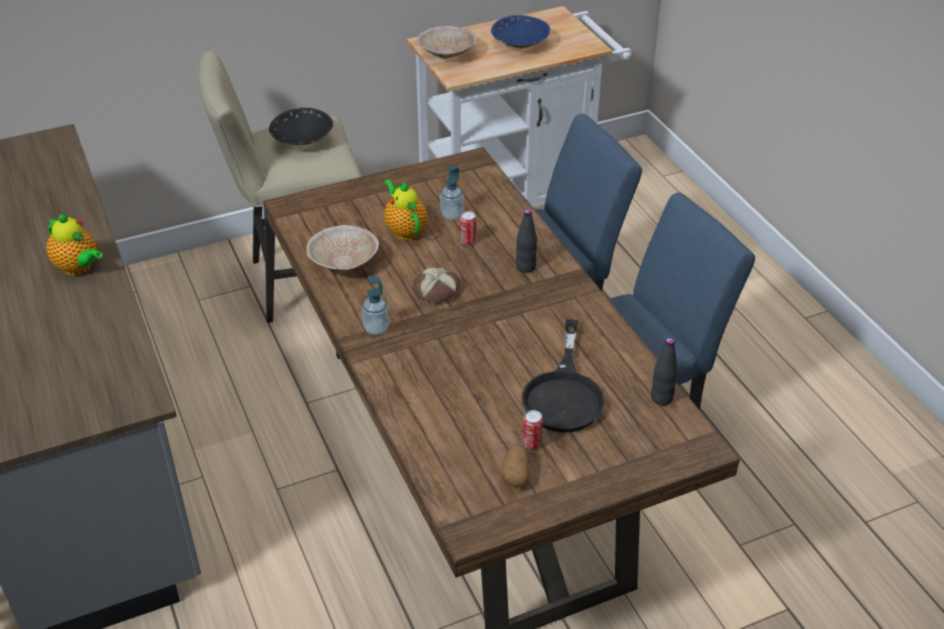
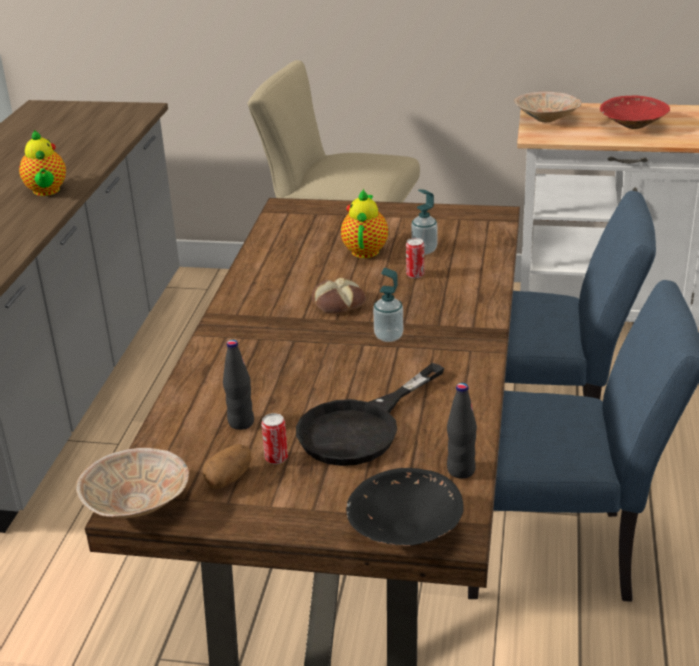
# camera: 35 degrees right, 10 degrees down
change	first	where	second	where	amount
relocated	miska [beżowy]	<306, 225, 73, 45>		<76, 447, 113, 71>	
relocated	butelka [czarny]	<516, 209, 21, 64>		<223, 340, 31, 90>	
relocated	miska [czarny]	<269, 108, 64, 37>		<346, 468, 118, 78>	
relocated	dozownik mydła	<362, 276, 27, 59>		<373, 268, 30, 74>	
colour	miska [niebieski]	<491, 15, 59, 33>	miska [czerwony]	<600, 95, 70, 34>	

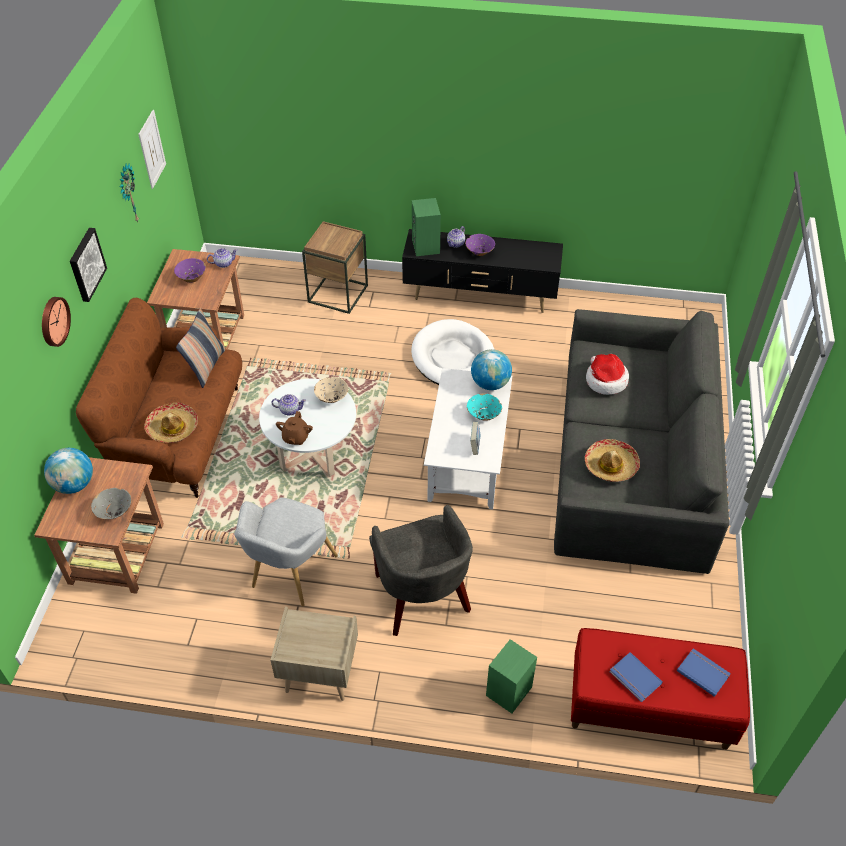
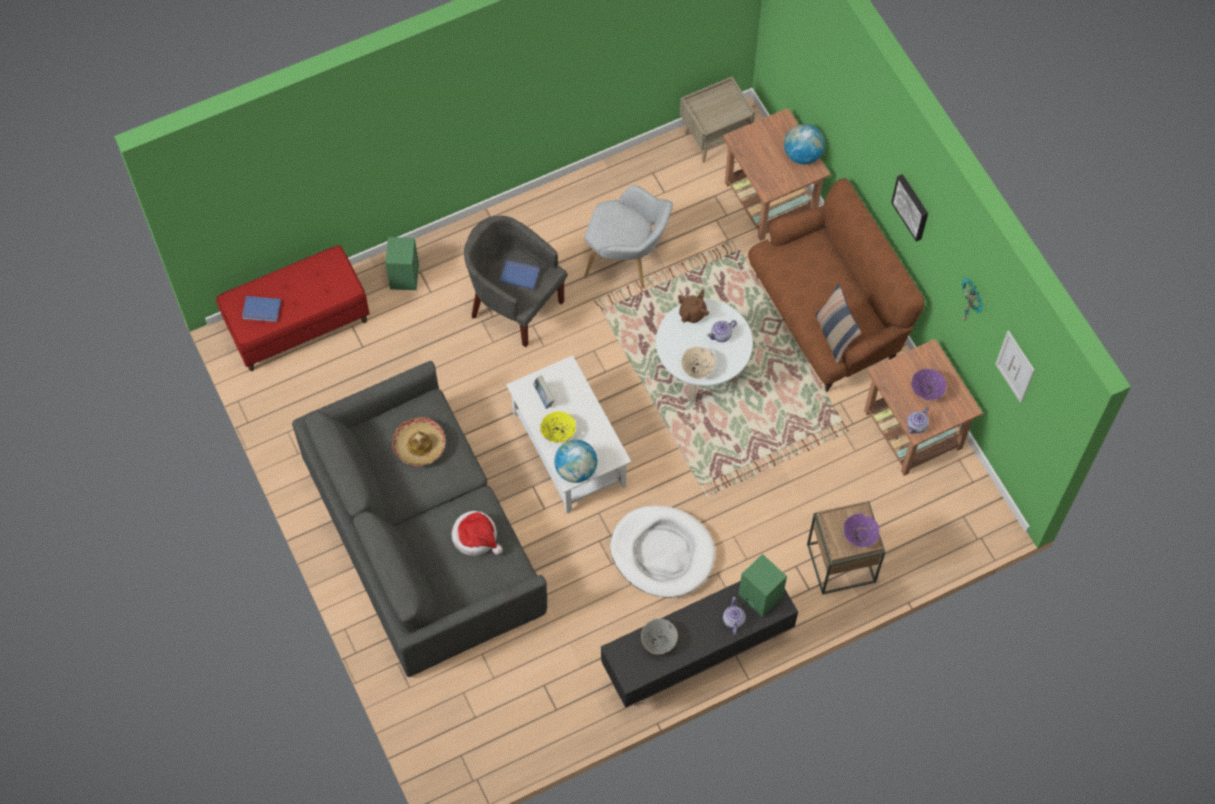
# camera: 145 degrees right, 15 degrees up
change	first	where	second	where	amount
relocated	książka [niebieski]	<609, 652, 54, 50>		<500, 260, 40, 30>	
colour	miska [turkusowy]	<467, 393, 35, 28>	miska [żółty]	<540, 411, 36, 32>	
spun	fotel [szary]	<234, 497, 104, 109>		<584, 185, 89, 103>	120 degrees clockwise
relocated	miska [szary]	<91, 488, 41, 31>		<641, 618, 37, 36>	
spun	imbryk [brązowy]	<276, 411, 37, 34>		<678, 289, 31, 34>	60 degrees clockwise
relocated	szafka nocna [beżowy]	<271, 607, 87, 94>		<680, 76, 75, 87>	
relocated	miska [fioletowy]	<465, 234, 30, 22>		<843, 513, 37, 34>	
missing	zegar ścienny	<42, 297, 29, 50>			
missing	kapelusz	<144, 403, 54, 40>			

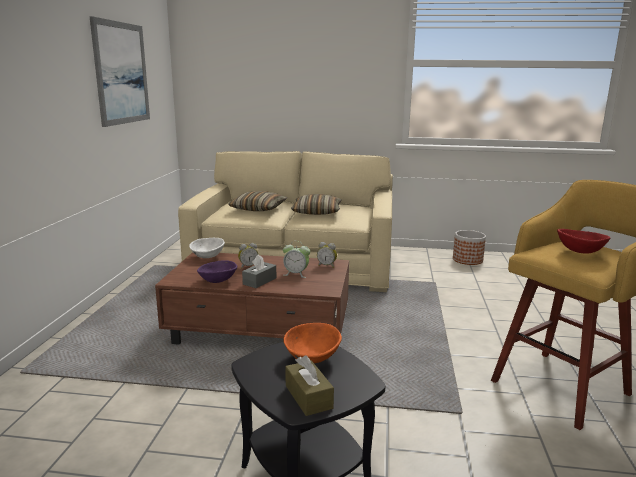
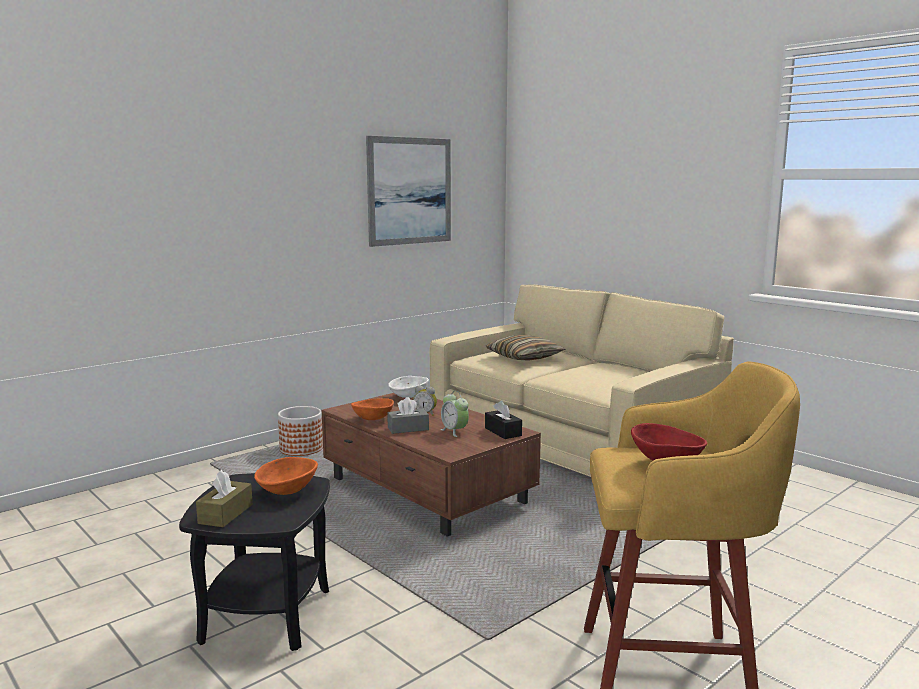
# camera: 40 degrees right, 5 degrees down
change	first	where	second	where	amount
relocated	donica	<453, 230, 33, 35>		<278, 406, 45, 50>	
colour	miska [fioletowy]	<197, 261, 40, 22>	miska [pomarańczowy]	<351, 398, 43, 22>	
exchanged	budzik	<317, 242, 20, 26>	pudełko chusteczek [czarny]	<485, 401, 37, 38>	
missing	poduszka	<291, 194, 51, 21>			

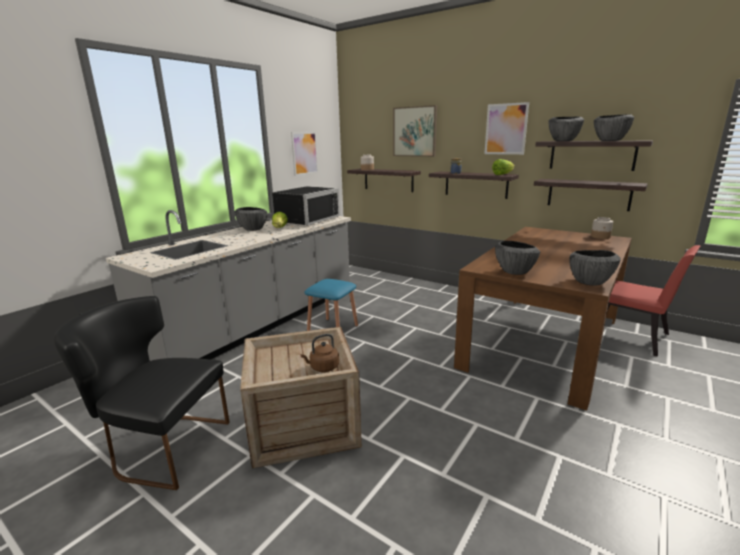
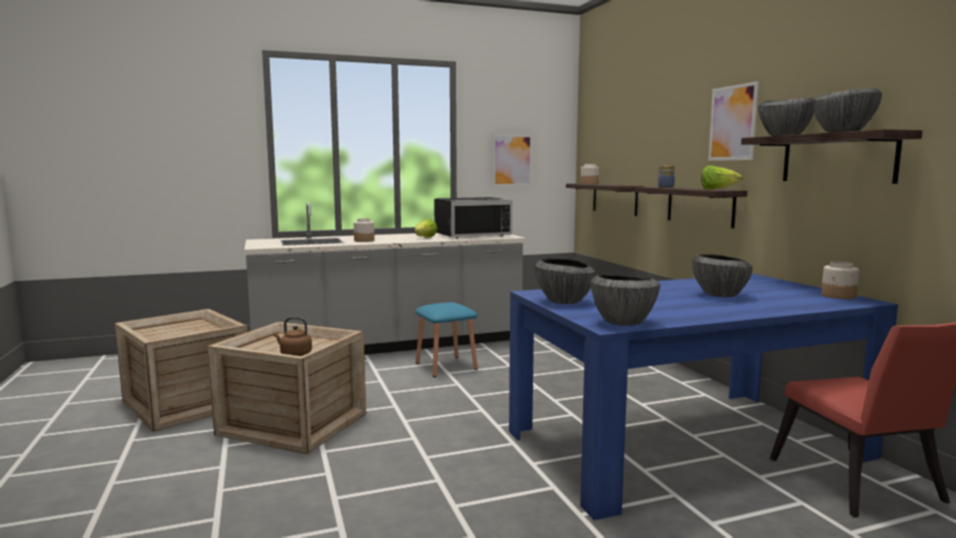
# camera: 35 degrees right, 10 degrees down
change	first	where	second	where	amount
exchanged	krzesło [czarny]	<54, 296, 176, 194>	skrzynka	<115, 309, 133, 123>	
appeared			słoik	<354, 218, 21, 24>	
colour	stół jadalny [brązowy]	<454, 227, 178, 183>	stół jadalny [niebieski]	<509, 274, 389, 246>	
relocated	miska	<235, 207, 32, 24>		<692, 254, 61, 43>	
missing	obraz	<393, 105, 44, 52>			
missing	półka	<534, 179, 114, 32>			

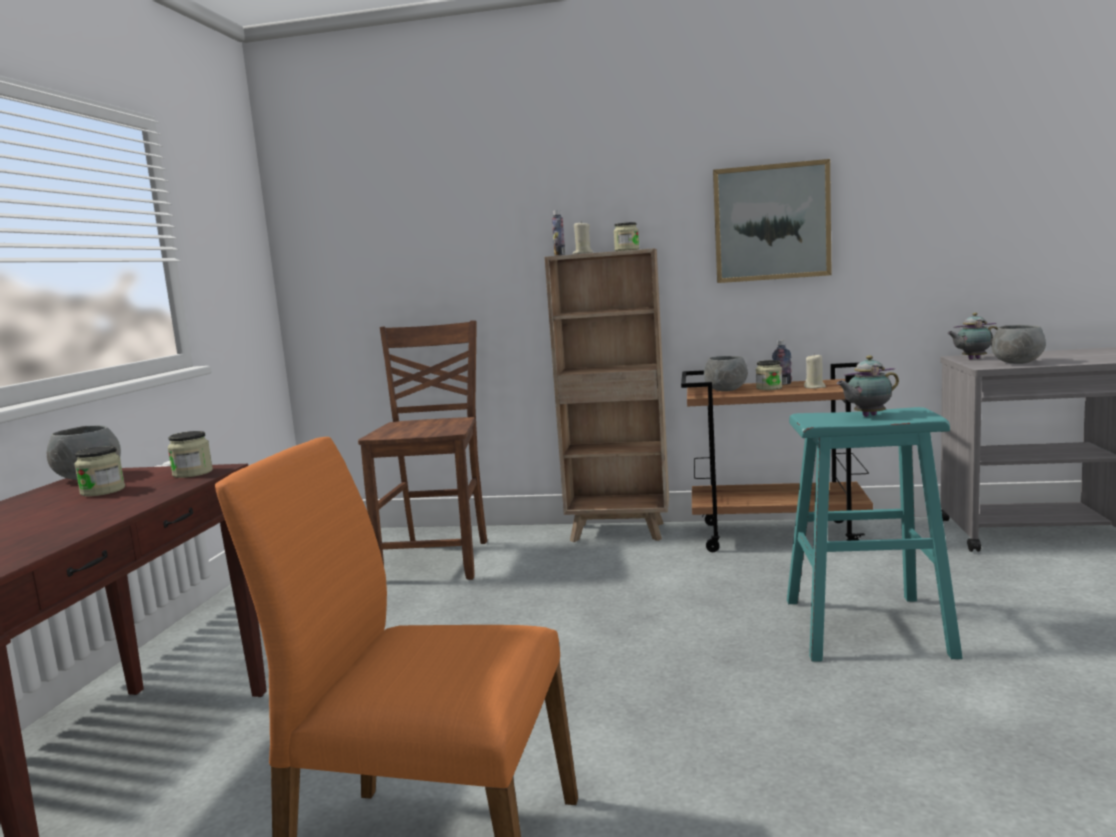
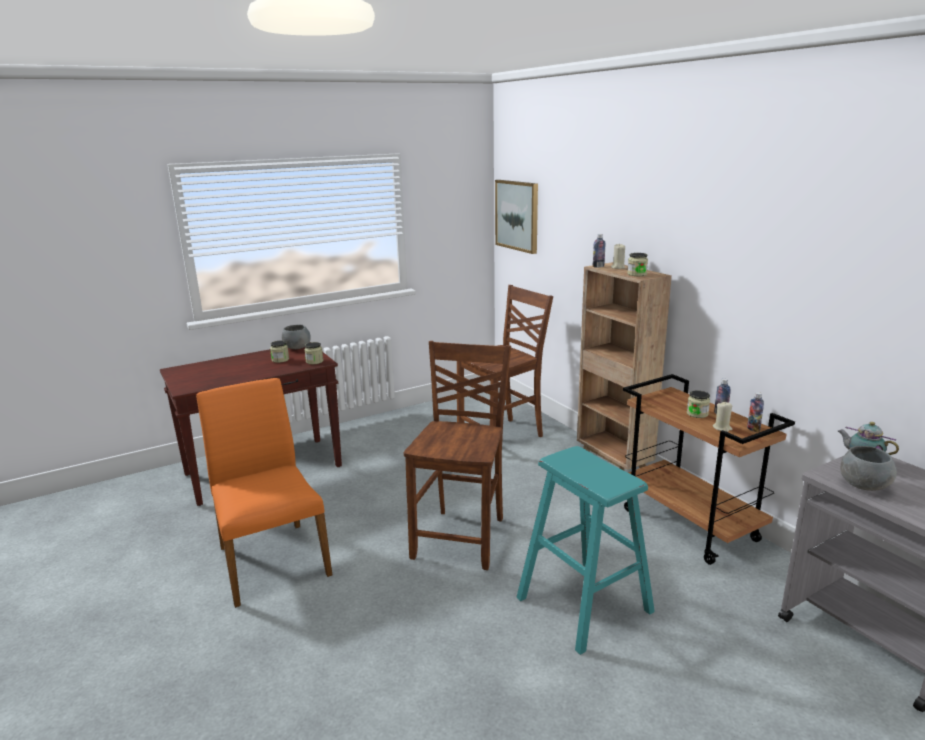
# camera: 50 degrees right, 10 degrees up
change	first	where	second	where	amount
appeared			krzesło [brązowy]	<404, 341, 107, 229>	
relocated	obraz	<713, 159, 119, 124>		<495, 180, 43, 74>	
appeared			butelka	<747, 392, 17, 40>	
missing	miska [szary]	<704, 356, 44, 35>			
missing	imbryk	<836, 355, 63, 62>			

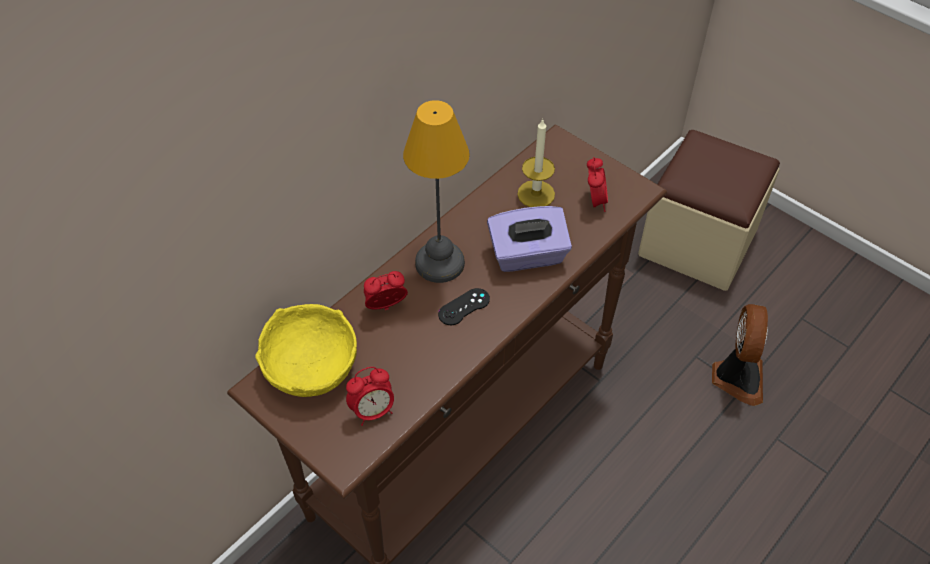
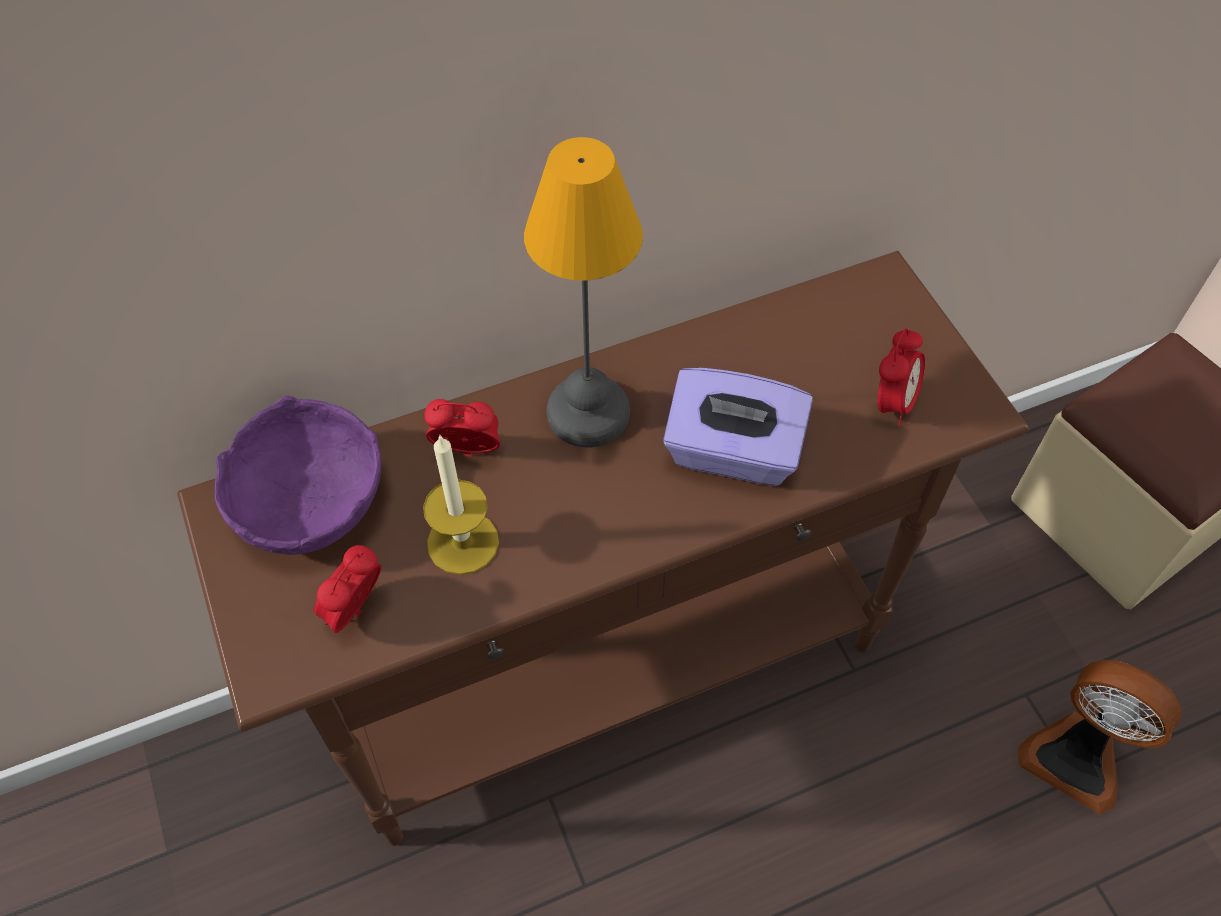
# camera: 25 degrees right, 5 degrees up
change	first	where	second	where	amount
colour	miska [żółty]	<255, 304, 102, 93>	miska [fioletowy]	<215, 396, 166, 159>	
spun	budzik	<346, 367, 48, 59>		<314, 545, 67, 88>	120 degrees clockwise
relocated	świeca	<517, 119, 38, 88>		<423, 436, 76, 139>	
spun	wentylator	<712, 304, 56, 102>		<1017, 660, 165, 154>	90 degrees clockwise
missing	pad do gier [czarny]	<438, 288, 52, 37>			

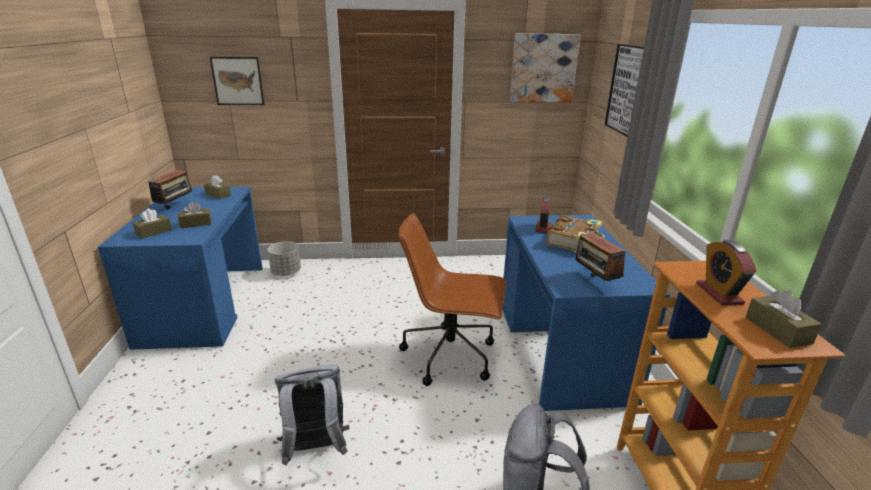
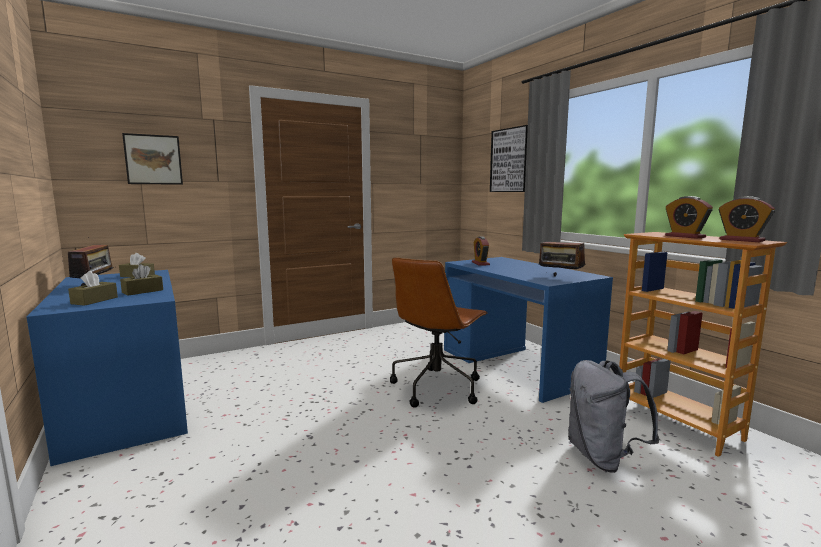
# camera: 25 degrees left, 15 degrees down
change	first	where	second	where	amount
spun	krzesło biurowe [brązowy]	<398, 213, 108, 173>		<390, 257, 98, 151>	45 degrees counterclockwise
exchanged	pudełko chusteczek [brązowy]	<746, 290, 76, 58>	budzik	<719, 196, 56, 46>	
missing	donica [szary]	<267, 241, 34, 35>			
missing	plecak [szary]	<275, 365, 74, 101>			
missing	obraz	<510, 33, 71, 69>			
missing	książka	<546, 215, 59, 38>			

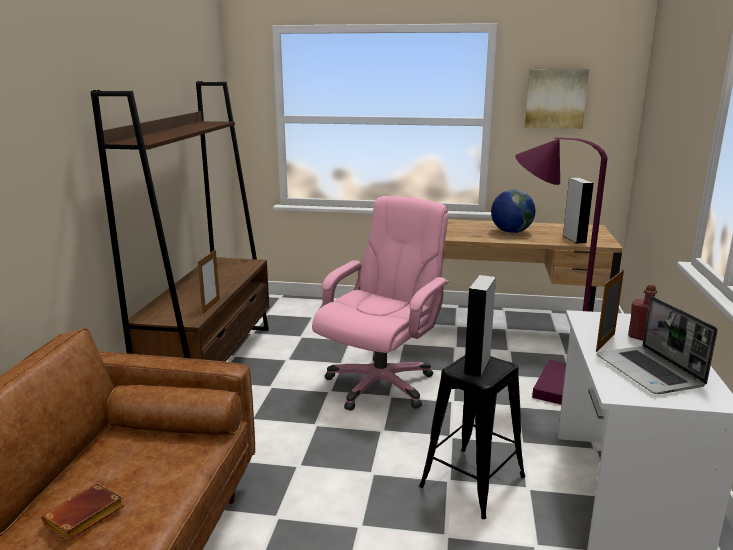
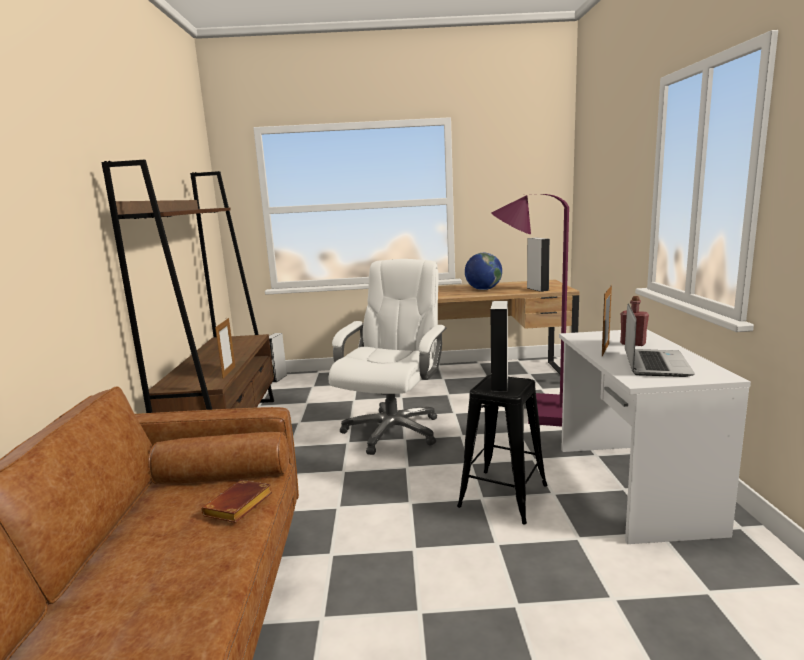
# camera: 10 degrees left, 5 degrees down
change	first	where	second	where	amount
relocated	książka [brązowy]	<41, 484, 83, 57>		<201, 480, 71, 43>	
appeared			głośnik [szary]	<269, 333, 18, 50>	
colour	krzesło biurowe [różowy]	<312, 196, 137, 215>	krzesło biurowe [biały]	<329, 259, 117, 196>	
spun	laptop	<596, 296, 122, 98>		<625, 303, 70, 74>	135 degrees counterclockwise
missing	obraz	<525, 69, 64, 60>			

